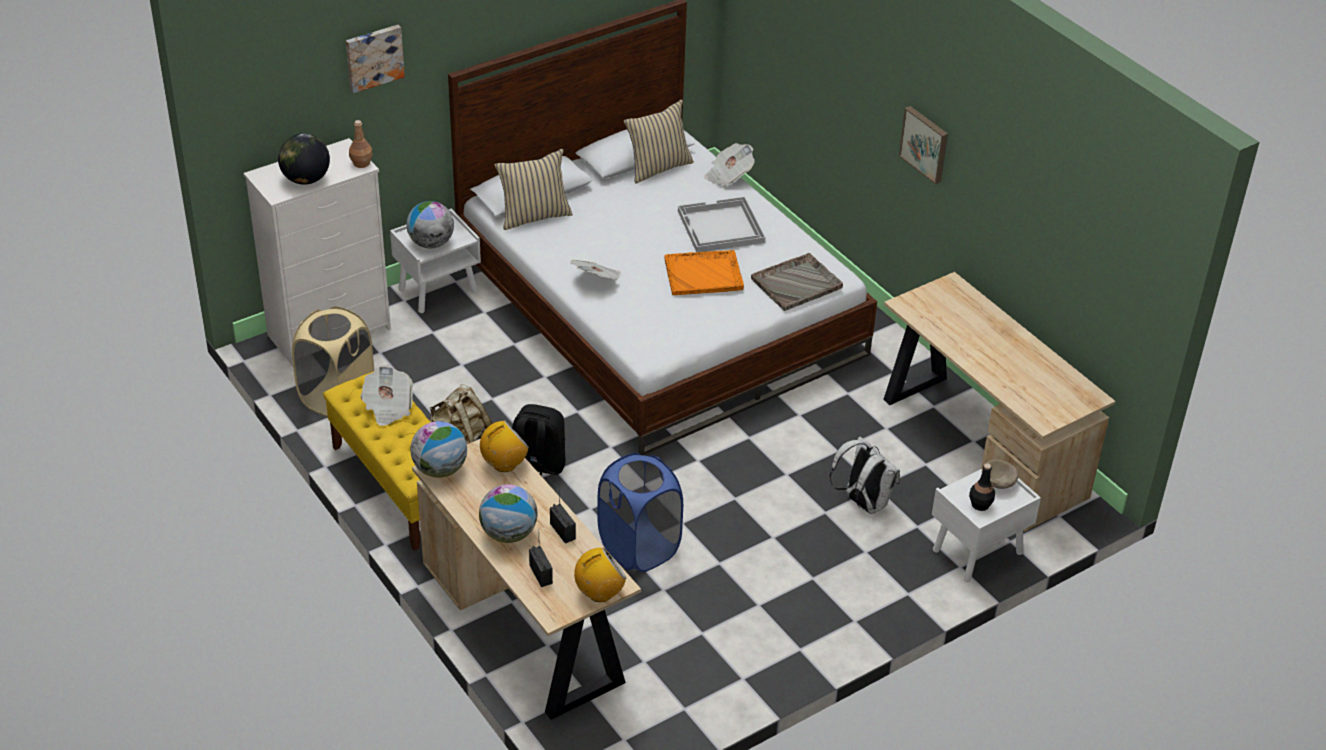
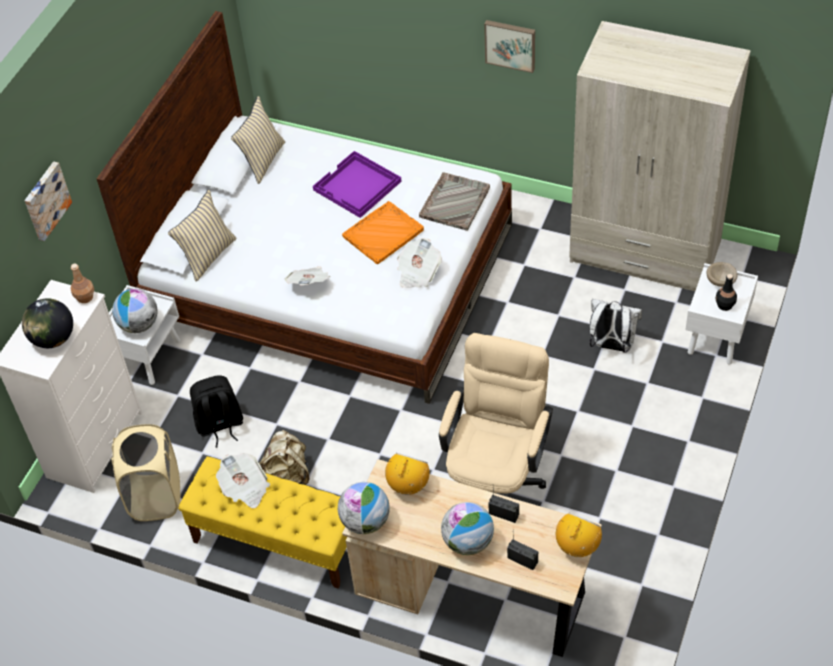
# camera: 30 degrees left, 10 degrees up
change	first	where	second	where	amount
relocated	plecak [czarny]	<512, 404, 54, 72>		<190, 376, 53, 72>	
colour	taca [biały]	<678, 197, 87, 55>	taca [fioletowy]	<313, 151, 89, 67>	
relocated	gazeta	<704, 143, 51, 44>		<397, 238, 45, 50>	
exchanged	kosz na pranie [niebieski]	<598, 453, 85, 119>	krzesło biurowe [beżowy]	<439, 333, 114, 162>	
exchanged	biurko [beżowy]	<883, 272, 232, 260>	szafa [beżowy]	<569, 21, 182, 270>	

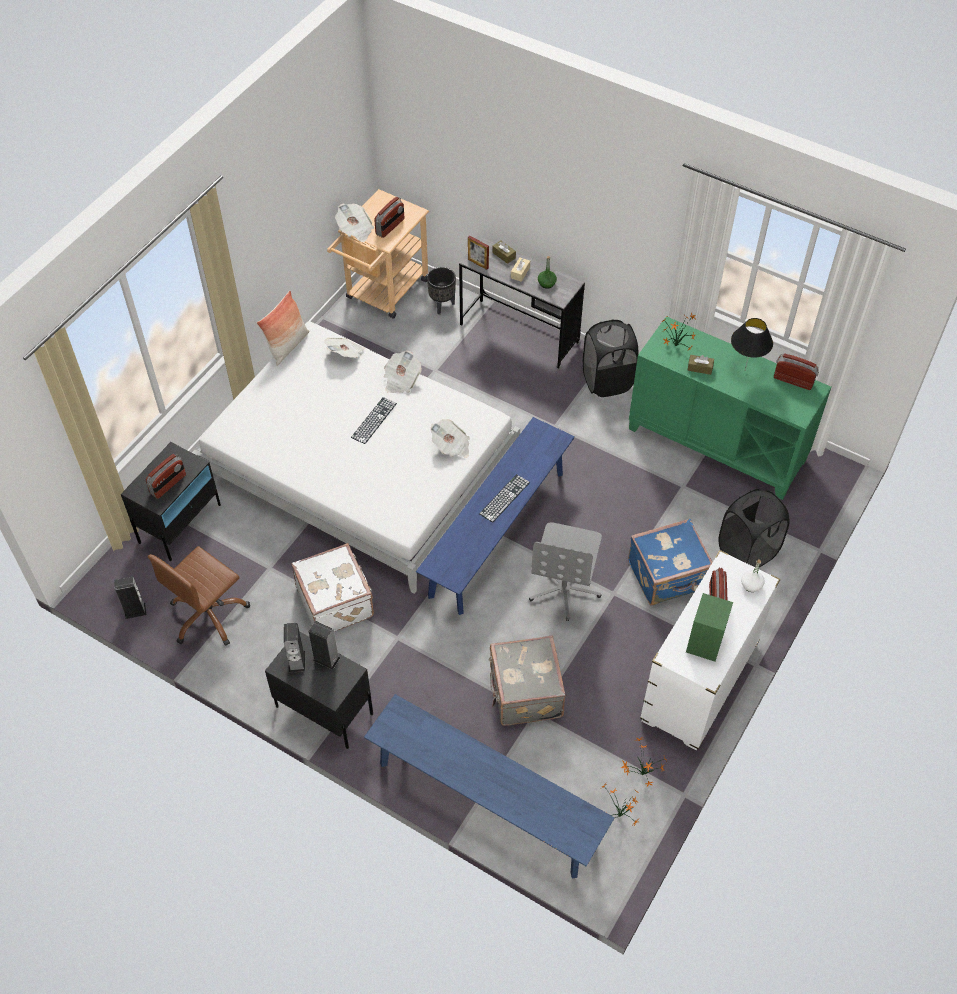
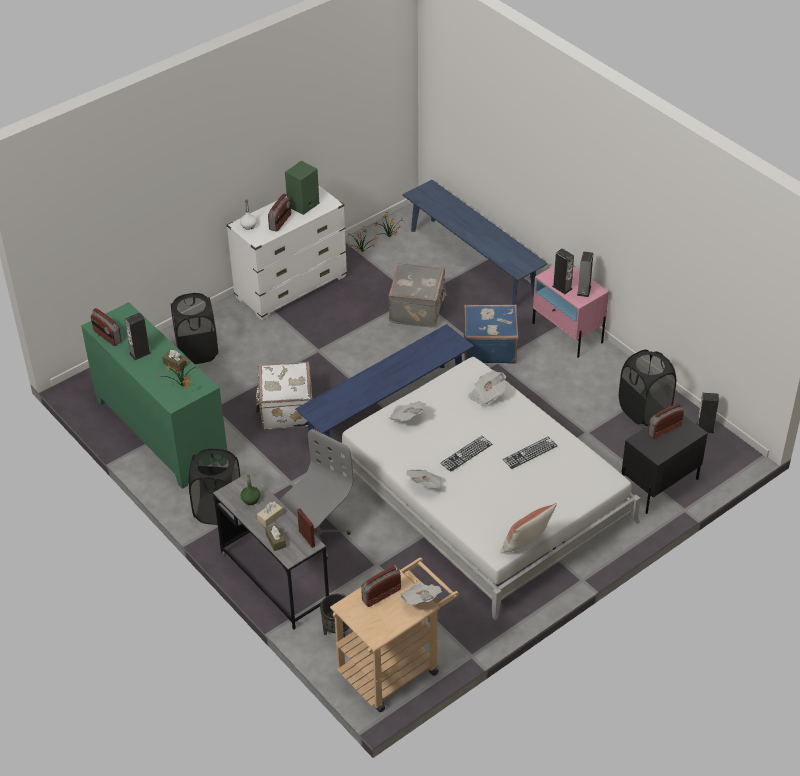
# camera: 160 degrees left, 10 degrees down
change	first	where	second	where	amount
exchanged	lampa stołowa [czarny]	<731, 318, 42, 52>	głośnik	<125, 312, 26, 48>	
relocated	walizka [biały]	<292, 543, 82, 89>		<256, 362, 56, 68>	
relocated	krzesło biurowe [szary]	<529, 522, 73, 99>		<280, 429, 73, 130>	
relocated	walizka [niebieski]	<628, 518, 85, 87>		<464, 304, 55, 60>	
relocated	gazeta	<324, 338, 41, 20>		<468, 370, 38, 36>	
relocated	klawiatura	<479, 474, 51, 49>		<502, 437, 55, 32>	
colour	szafka nocna [czarny]	<265, 631, 108, 118>	szafka nocna [różowy]	<532, 266, 77, 92>	
exchanged	krzesło biurowe [brązowy]	<148, 546, 102, 100>	kosz na pranie [czarny]	<619, 350, 57, 76>	

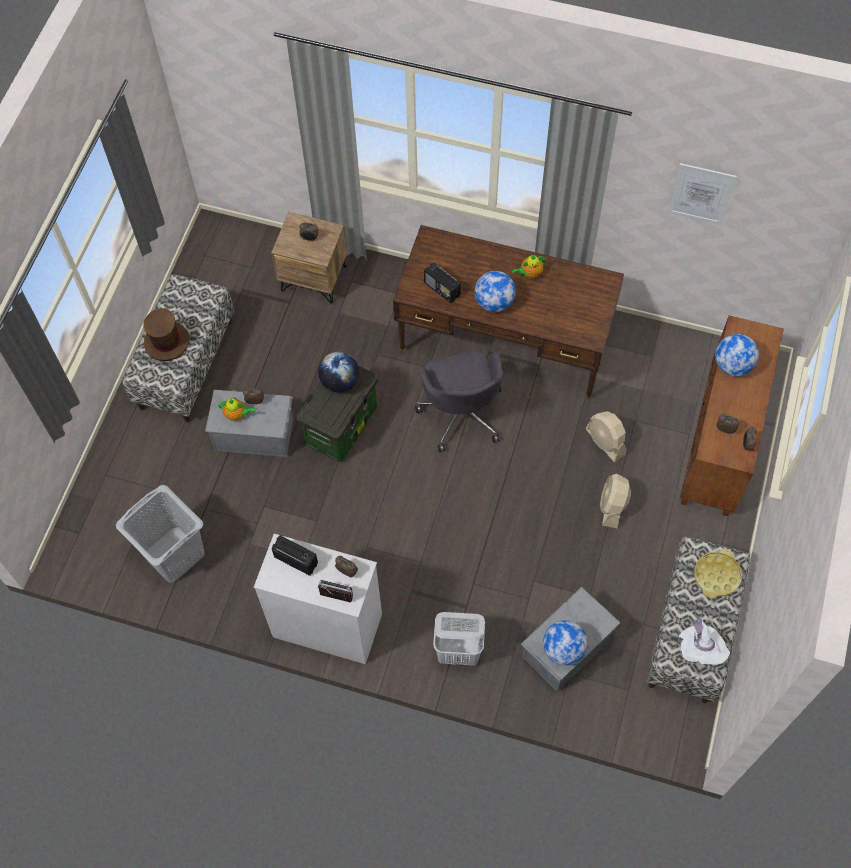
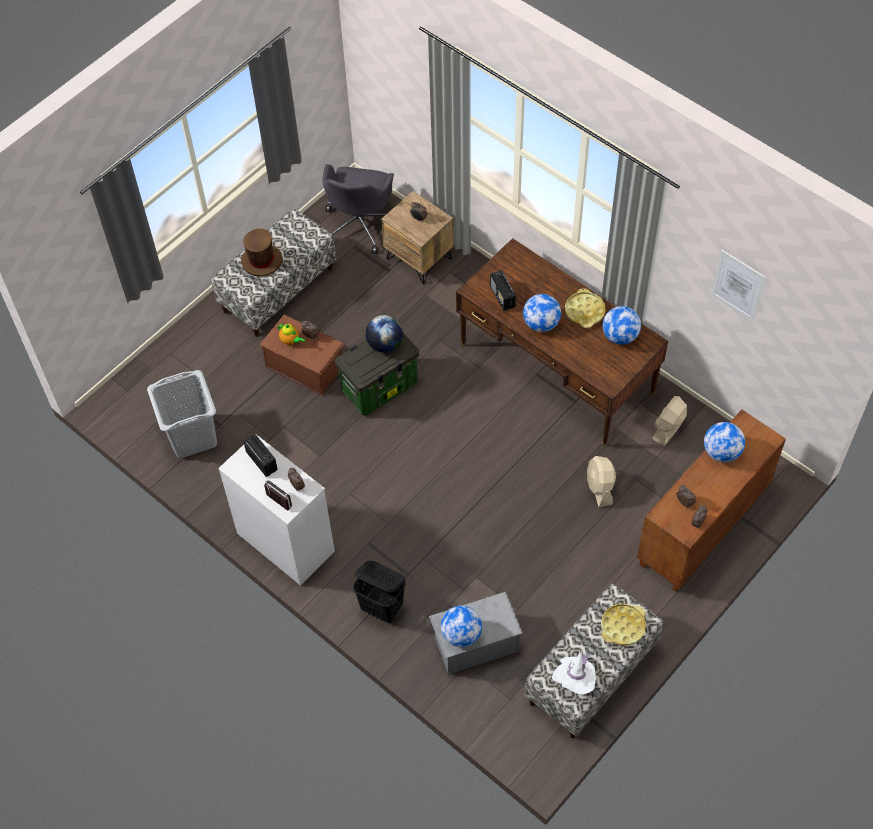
# camera: 25 degrees right, 5 degrees down
change	first	where	second	where	amount
colour	pojemnik do przechowywania [szary]	<205, 390, 89, 67>	pojemnik do przechowywania [brązowy]	<260, 315, 85, 80>	
relocated	krzesło biurowe [szary]	<415, 351, 88, 101>		<322, 164, 72, 90>	
colour	kosz na pranie [biały]	<433, 612, 52, 54>	kosz na pranie [czarny]	<353, 561, 52, 62>	
exchanged	imbryk	<512, 255, 34, 23>	taca [żółty]	<565, 288, 40, 40>	
appeared			globus	<603, 306, 38, 39>	
relocated	wentylator [beżowy]	<600, 474, 31, 54>		<652, 396, 35, 50>	

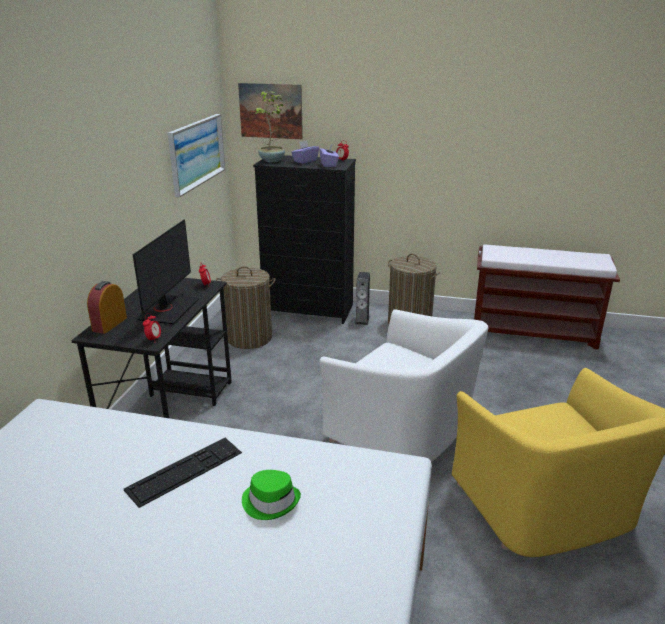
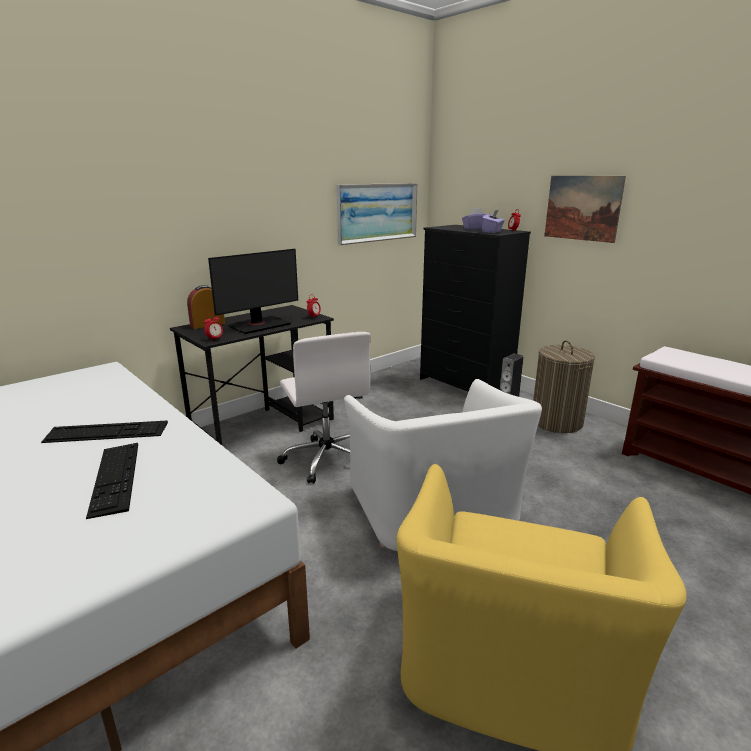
# camera: 35 degrees right, 5 degrees down
change	first	where	second	where	amount
exchanged	kapelusz [zielony]	<242, 470, 59, 50>	klawiatura	<86, 443, 52, 76>	
appeared			krzesło biurowe [biały]	<277, 332, 94, 152>	
relocated	obraz	<238, 83, 65, 56>		<544, 176, 82, 67>	
missing	kosz na pranie	<216, 266, 60, 83>			
missing	roślina doniczkowa	<253, 91, 32, 71>			

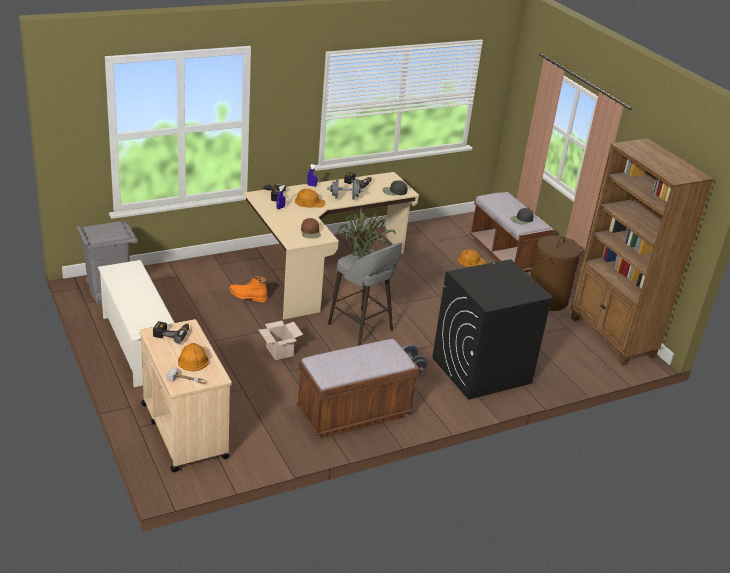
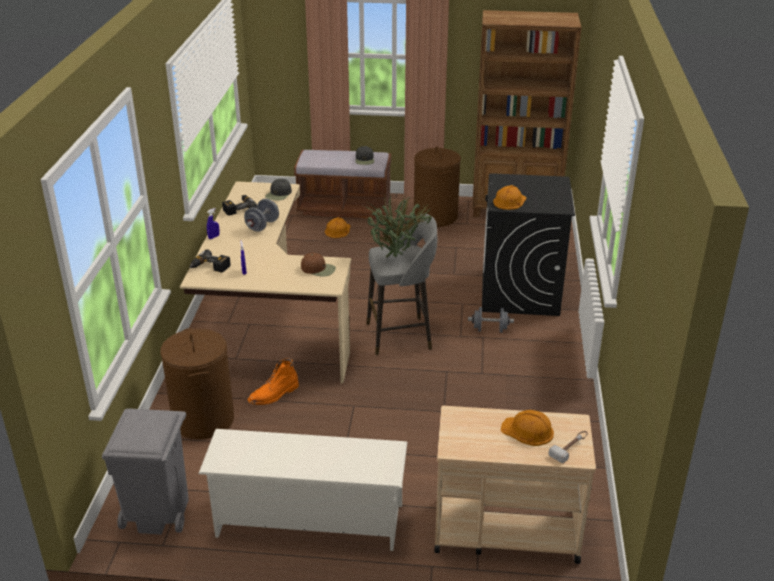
# camera: 55 degrees left, 0 degrees up
change	first	where	second	where	amount
appeared			kosz na pranie [brązowy]	<160, 328, 74, 112>	
relocated	kask [pomarańczowy]	<295, 189, 30, 19>		<493, 185, 34, 25>	
missing	wiertarka	<153, 321, 36, 23>			
missing	karton	<259, 321, 44, 39>			
missing	ławka [brązowy]	<296, 339, 123, 100>			

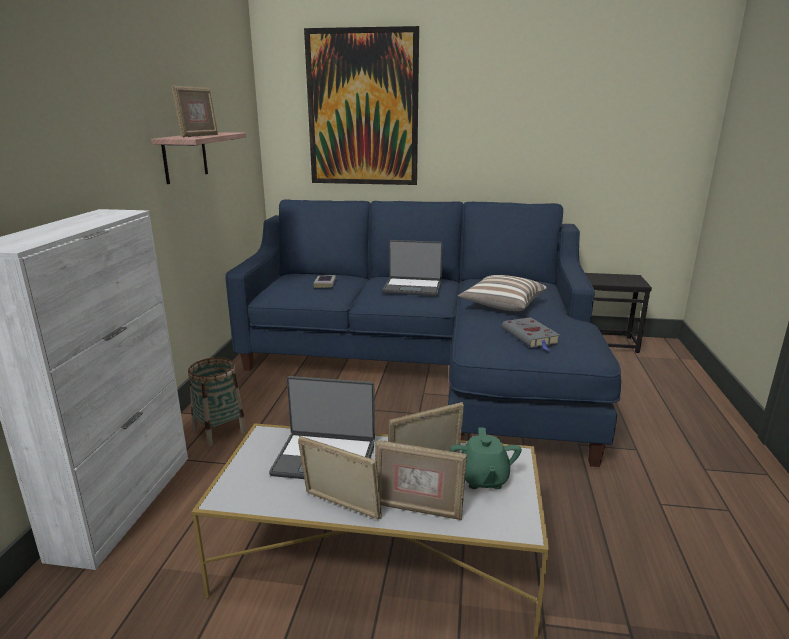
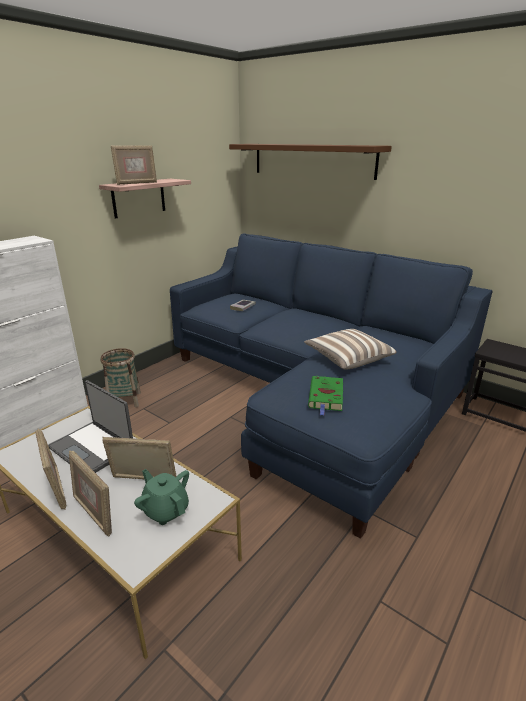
# camera: 30 degrees right, 5 degrees up
change	first	where	second	where	amount
spun	imbryk [zielony]	<450, 428, 72, 61>		<134, 469, 55, 56>	105 degrees clockwise
exchanged	obraz	<304, 26, 115, 159>	półka [brązowy]	<229, 144, 163, 36>	
colour	książka [szary]	<502, 317, 58, 34>	książka [zielony]	<308, 376, 35, 40>	
missing	laptop	<382, 240, 61, 56>			

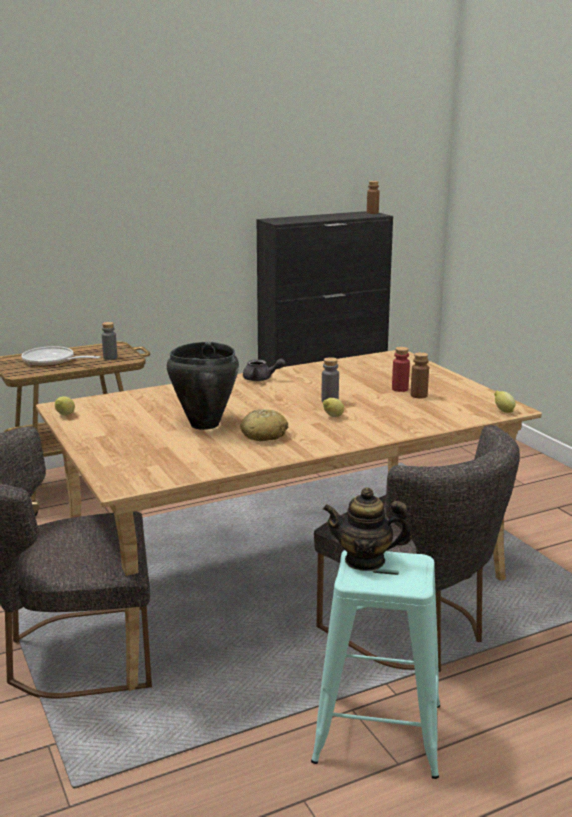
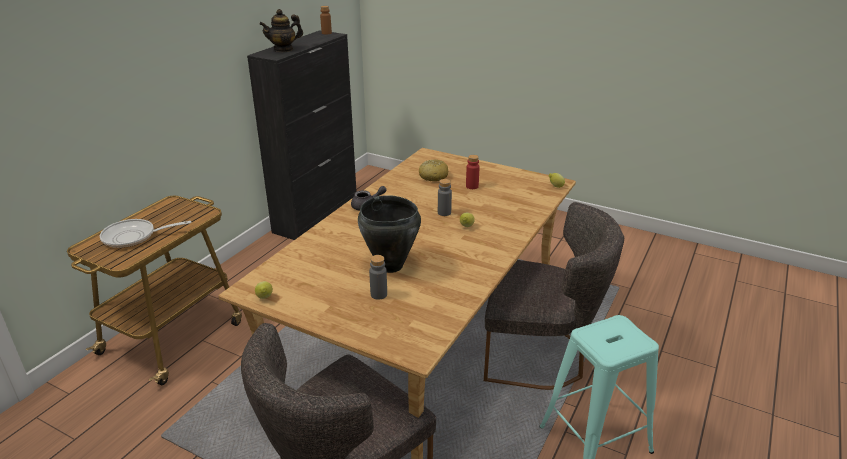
# camera: 35 degrees left, 10 degrees up
change	first	where	second	where	amount
relocated	imbryk	<323, 487, 89, 84>		<259, 9, 44, 43>	
relocated	butelka [szary]	<102, 322, 15, 38>		<369, 255, 18, 45>	
relocated	chleb	<240, 409, 48, 32>		<419, 159, 29, 22>	
missing	butelka [brązowy]	<411, 352, 18, 46>			

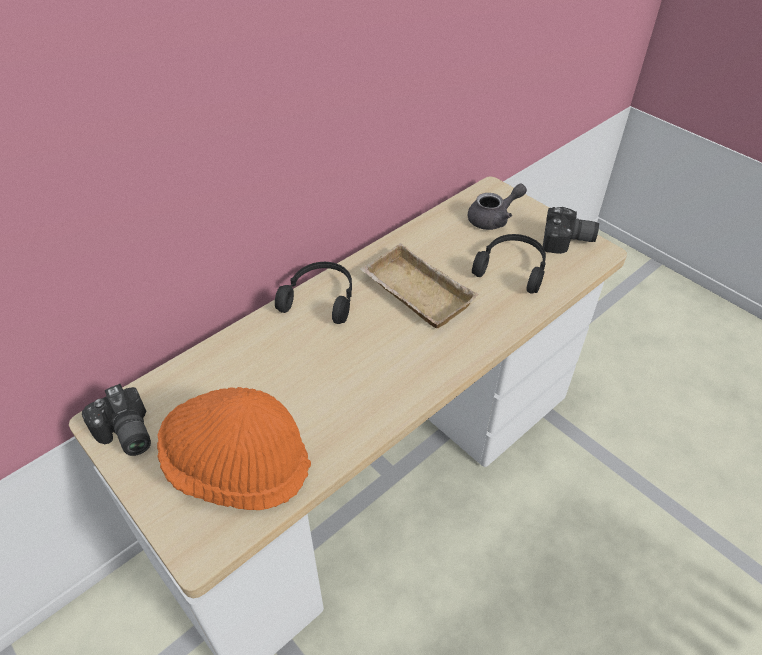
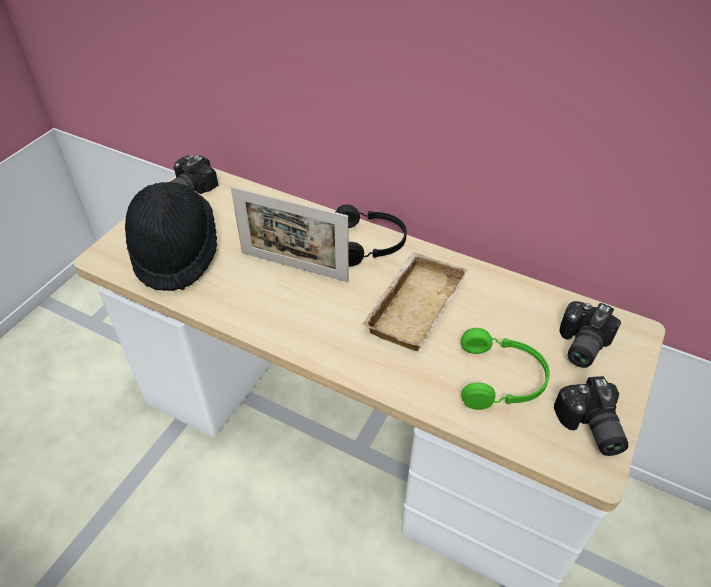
# camera: 70 degrees right, 0 degrees up
change	first	where	second	where	amount
colour	kapelusz [pomarańczowy]	<157, 387, 154, 123>	kapelusz [czarny]	<125, 182, 92, 109>	
appeared			ramka na zdjęcie	<231, 187, 118, 95>	
colour	słuchawki [czarny]	<472, 234, 74, 59>	słuchawki [zielony]	<461, 328, 89, 82>	
exchanged	imbryk [szary]	<468, 184, 59, 46>	aparat fotograficzny	<559, 301, 62, 67>	

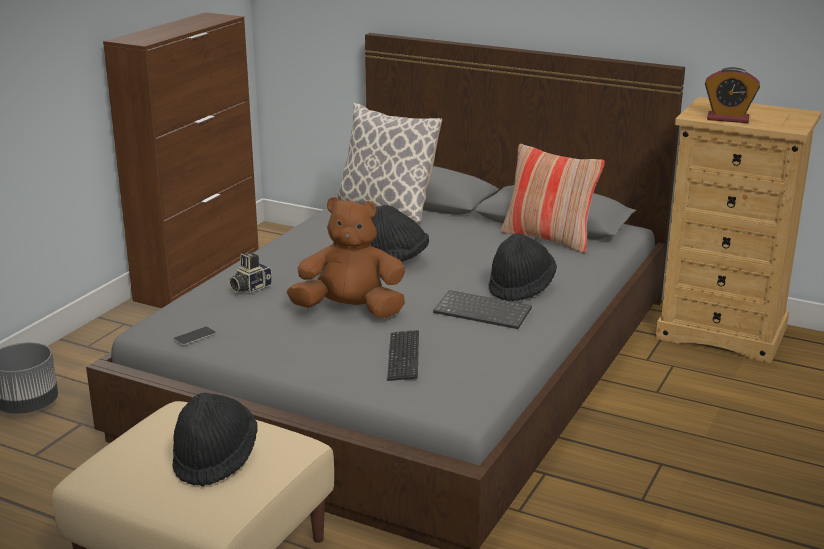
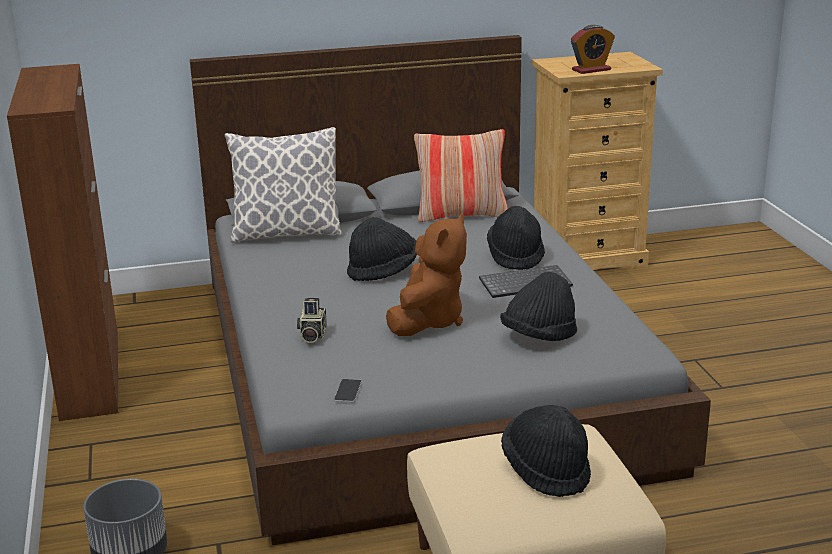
# camera: 40 degrees left, 0 degrees up
change	first	where	second	where	amount
spun	pluszak [brązowy]	<287, 197, 118, 121>		<386, 214, 81, 122>	150 degrees clockwise
exchanged	klawiatura	<387, 330, 32, 51>	kapelusz [czarny]	<500, 272, 77, 69>	

